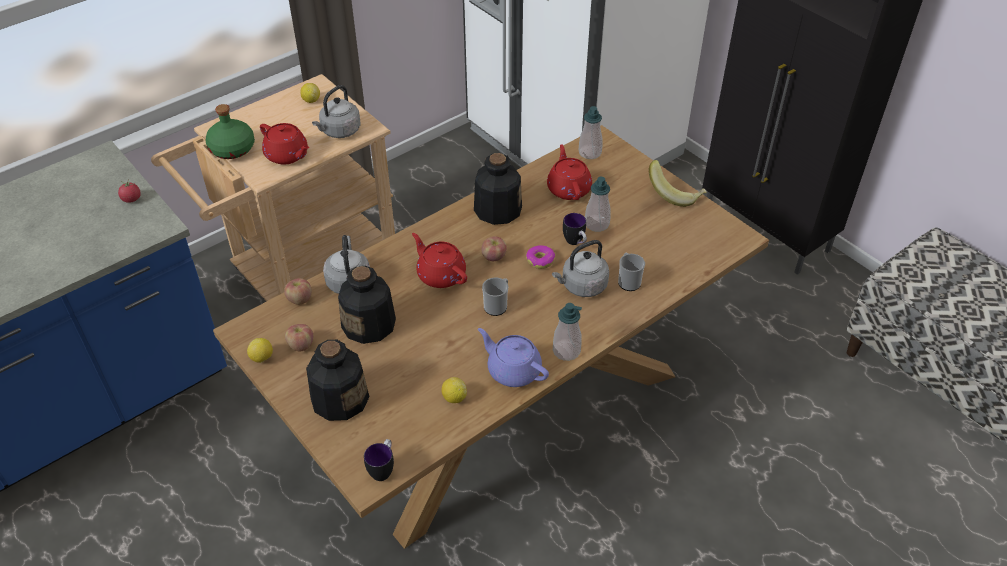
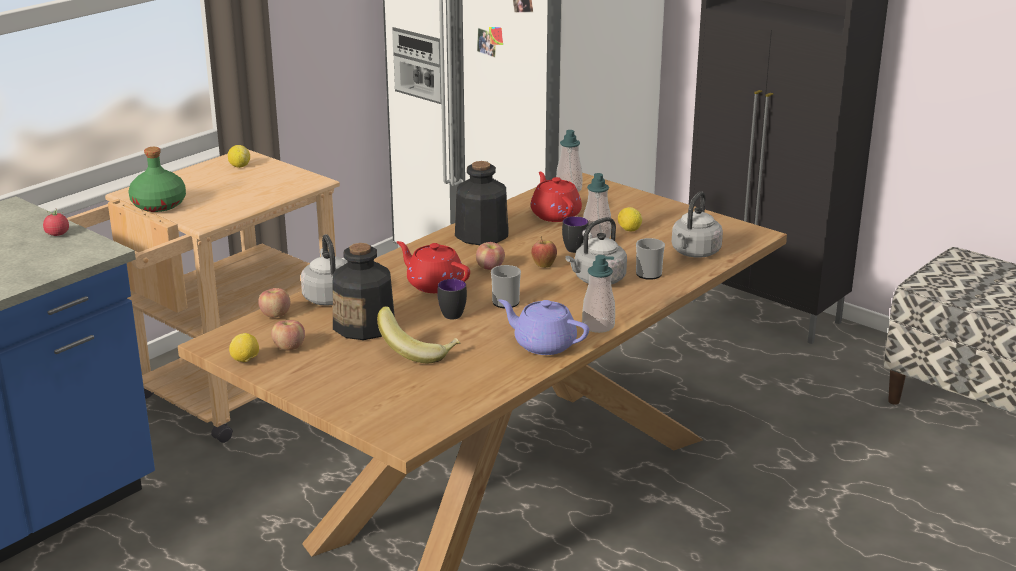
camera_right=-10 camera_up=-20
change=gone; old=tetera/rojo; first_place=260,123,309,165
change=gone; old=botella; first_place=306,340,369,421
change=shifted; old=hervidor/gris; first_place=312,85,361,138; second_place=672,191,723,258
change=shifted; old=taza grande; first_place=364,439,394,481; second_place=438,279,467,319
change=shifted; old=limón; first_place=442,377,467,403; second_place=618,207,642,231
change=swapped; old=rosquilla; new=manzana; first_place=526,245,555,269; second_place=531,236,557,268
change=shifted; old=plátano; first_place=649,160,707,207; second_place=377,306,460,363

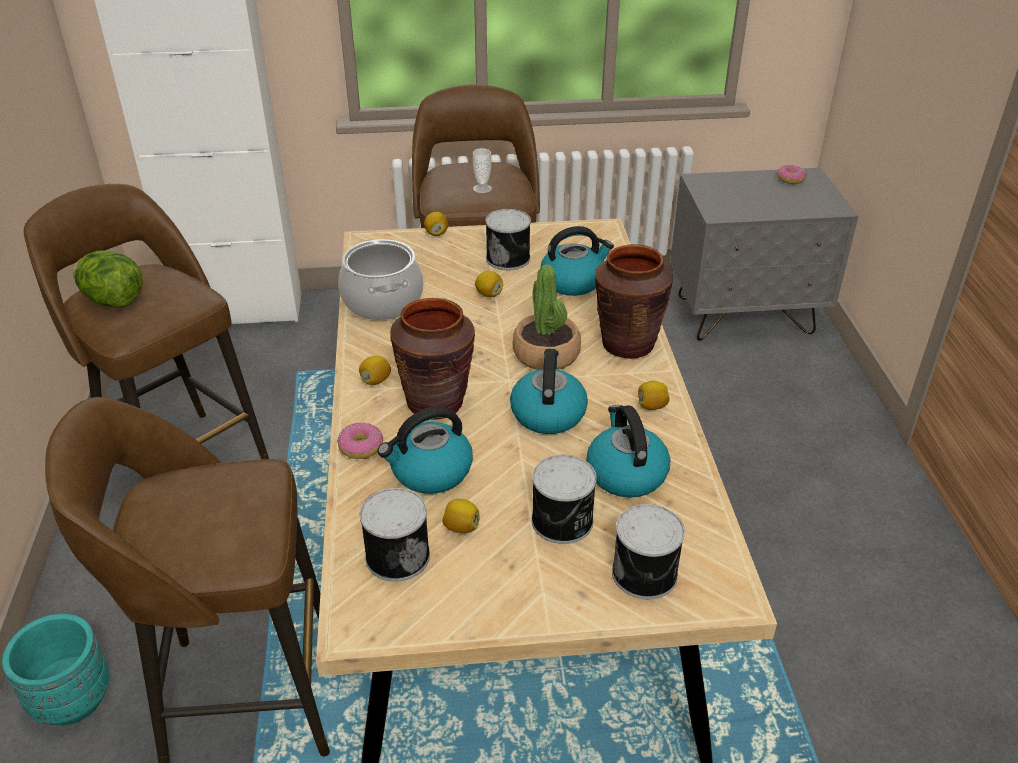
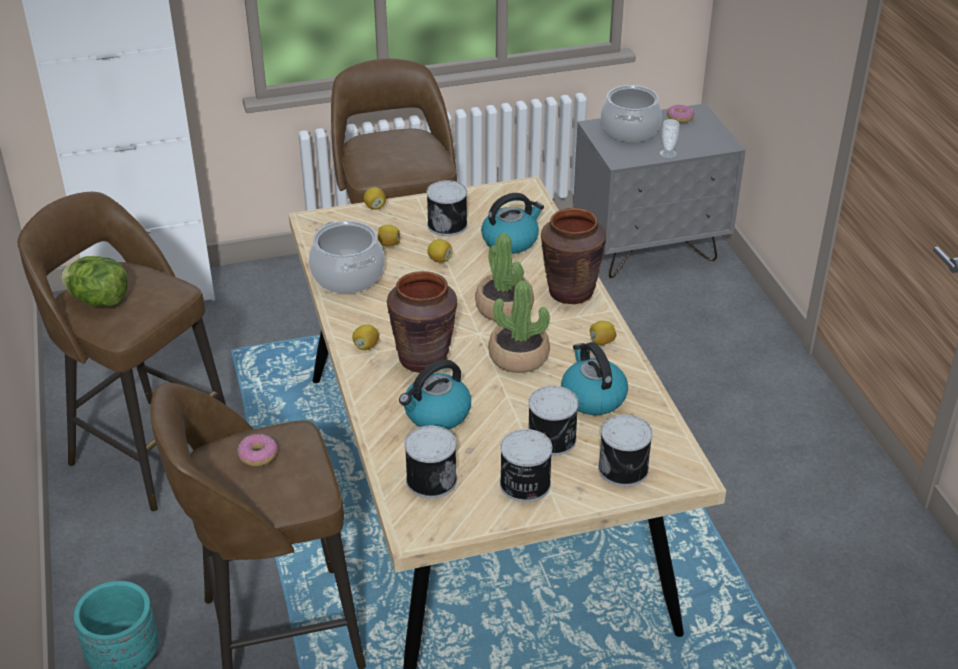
camera_right=-10 camera_up=0
change=shifted; old=rosquilla; first_place=337,423,383,459; second_place=237,434,277,466
change=shifted; old=limón; first_place=442,499,479,533; second_place=377,225,400,246
change=shifted; old=taza; first_place=473,148,492,193; second_place=660,119,679,158
change=swapped; old=hervidor; new=planta en maceta; first_place=510,349,588,434; second_place=488,280,550,373
change=new; new=lata; second_place=500,429,553,502
change=new; new=olla; second_place=601,85,662,142

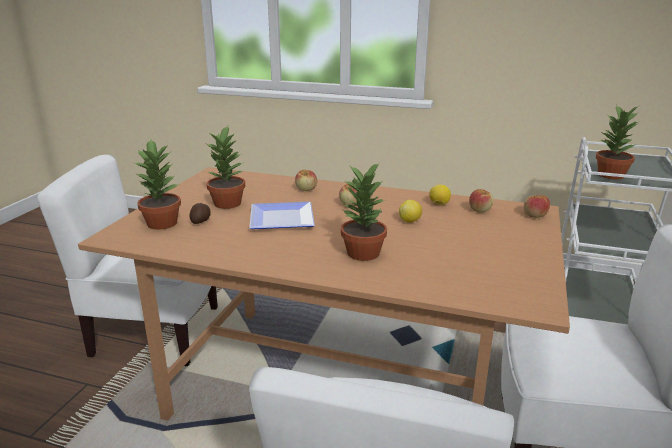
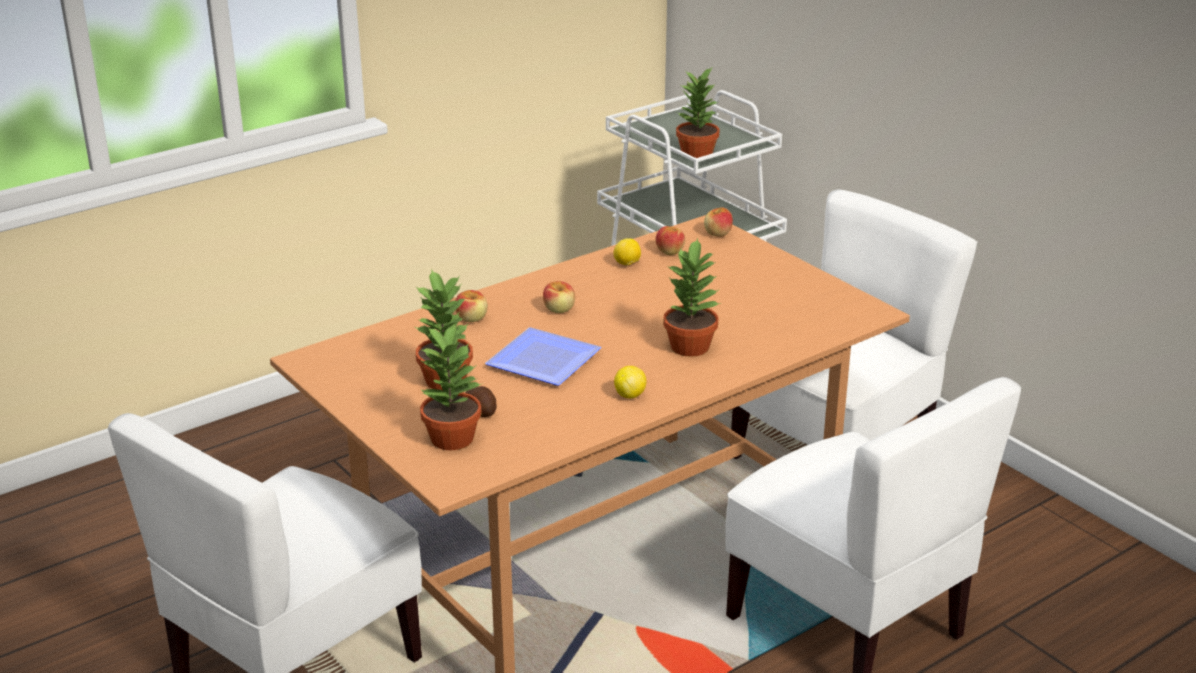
camera_right=-55 camera_up=5
change=shifted; old=limón; first_place=399,200,422,223; second_place=614,366,646,399

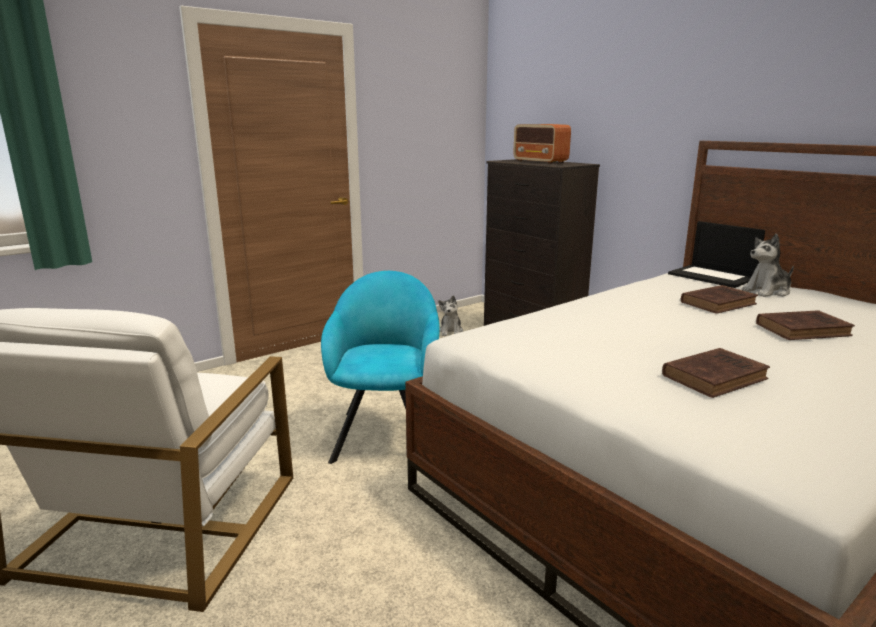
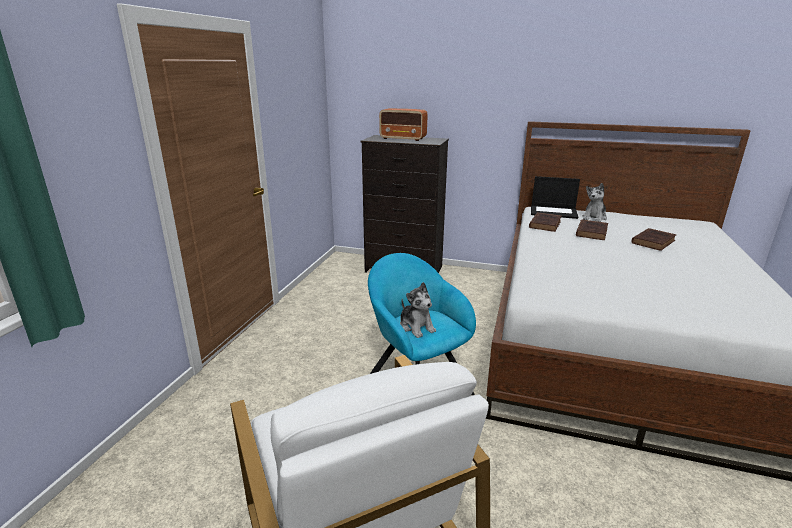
camera_right=-35 camera_up=5
change=shifted; old=peluche; first_place=438,295,463,336; second_place=400,282,436,338
change=shifted; old=libro/marrón; first_place=662,348,770,398; second_place=529,212,561,232

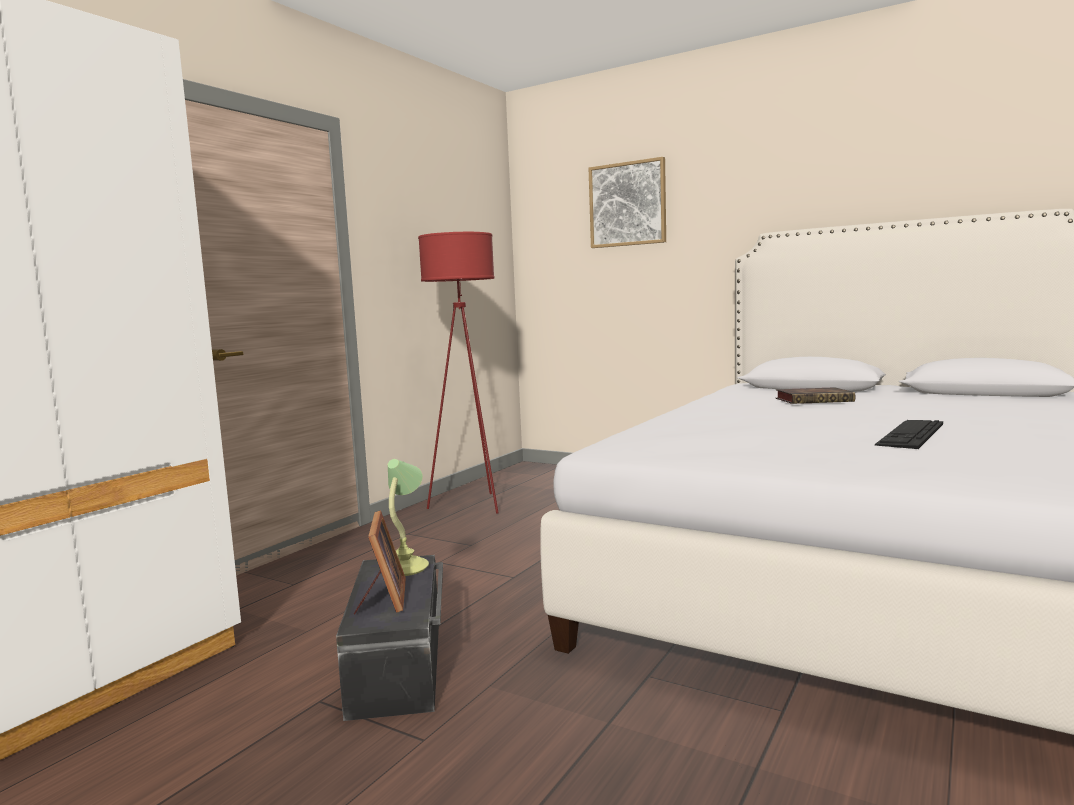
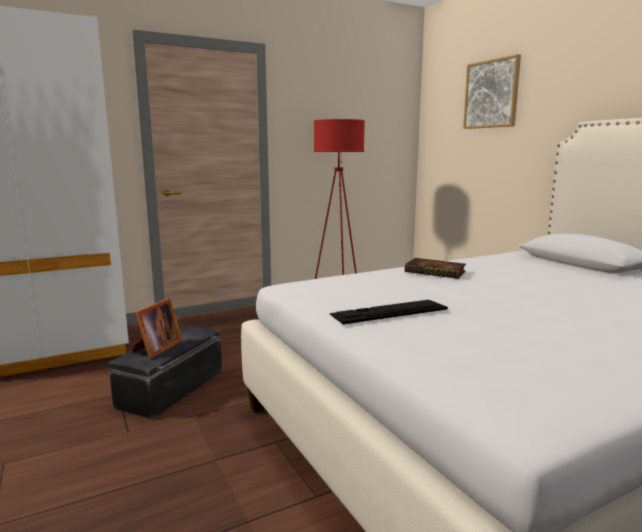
camera_right=30 camera_up=5
change=gone; old=lámpara de mesa; first_place=388,459,429,576
change=shifted; old=libro; first_place=775,387,855,404; second_place=405,258,466,279
change=shifted; old=teclado; first_place=875,420,943,449; second_place=330,300,448,324

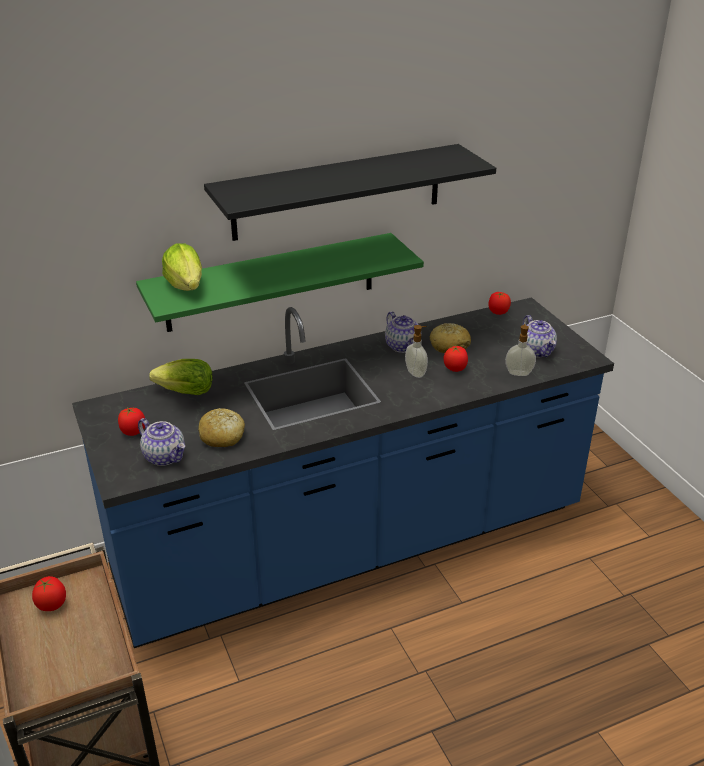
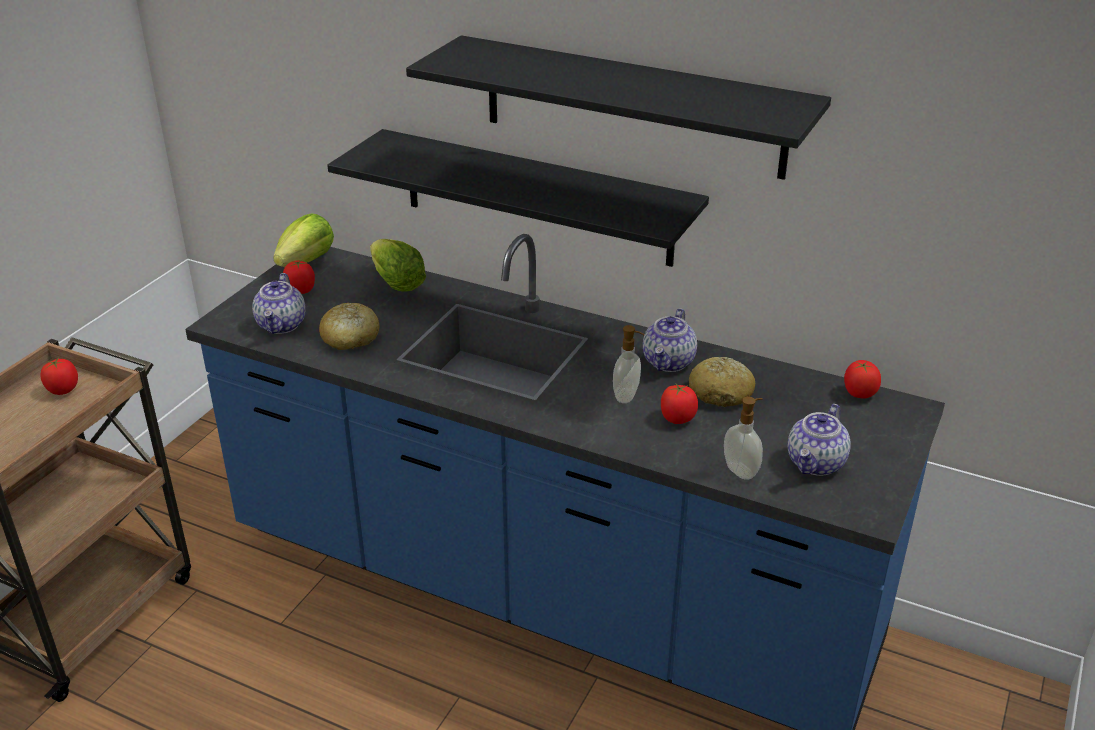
camera_right=50 camera_up=0
change=repainted; old=estante/verde; new=estante/negro; first_place=136,233,424,332; second_place=327,129,709,267
change=shifted; old=lechuga; first_place=162,244,202,291; second_place=273,214,334,267

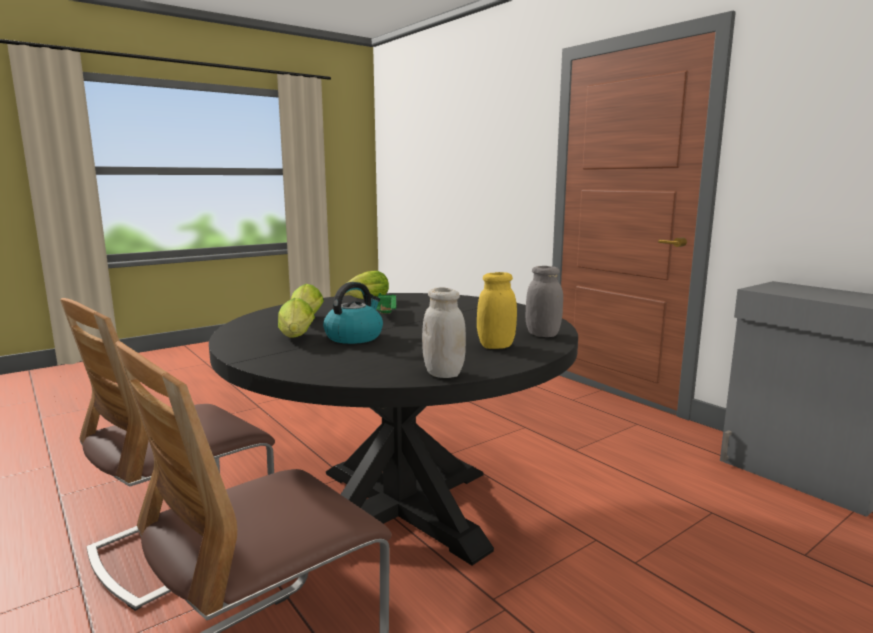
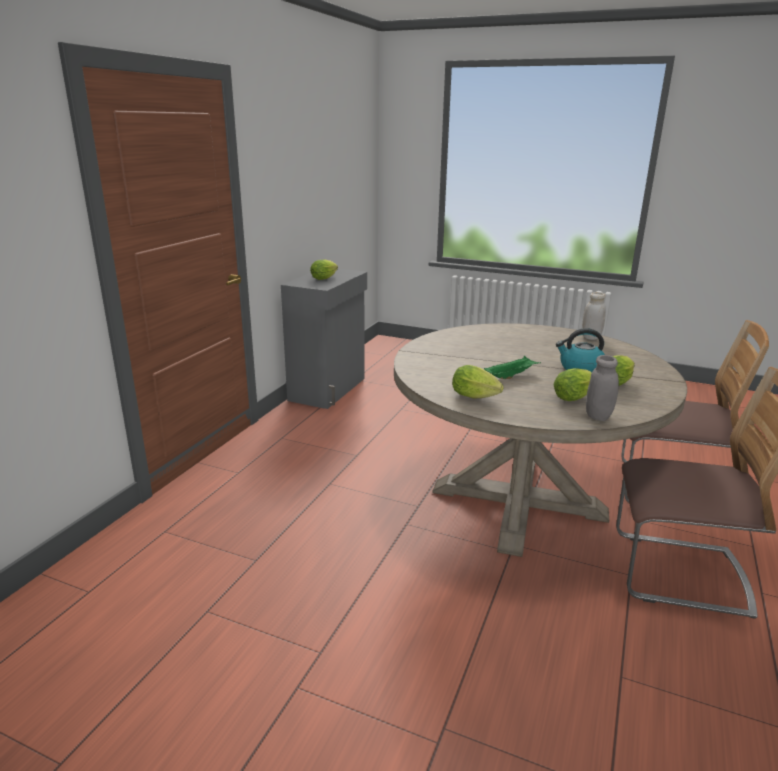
camera_right=-120 camera_up=10
change=repainted; old=mesa de comedor/negro; new=mesa de comedor/beis; first_place=209,293,578,566; second_place=394,323,687,557
change=gone; old=tarro/amarillo; first_place=477,272,517,349
change=shifted; old=tarro/gris; first_place=526,266,563,337; second_place=586,355,619,421
change=new; new=lechuga; second_place=310,259,338,280

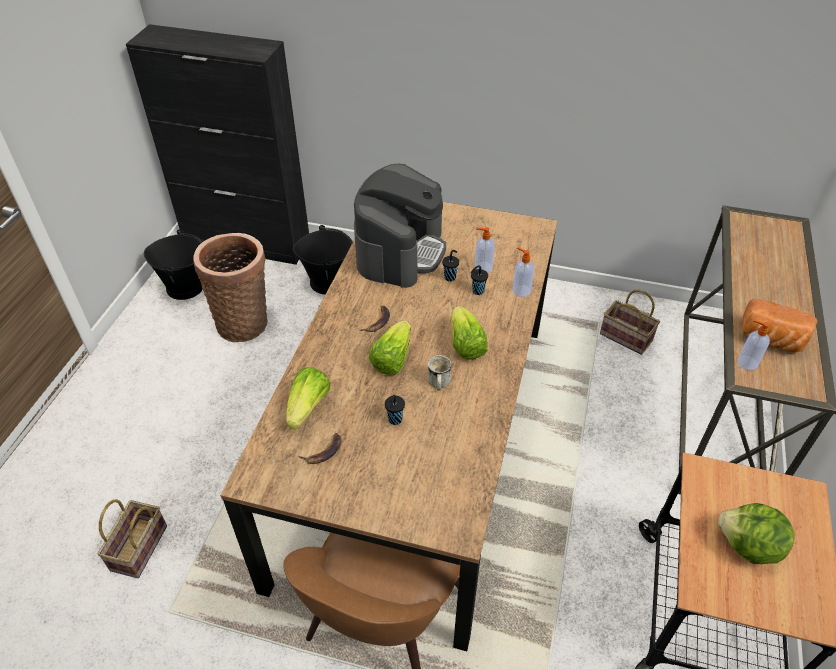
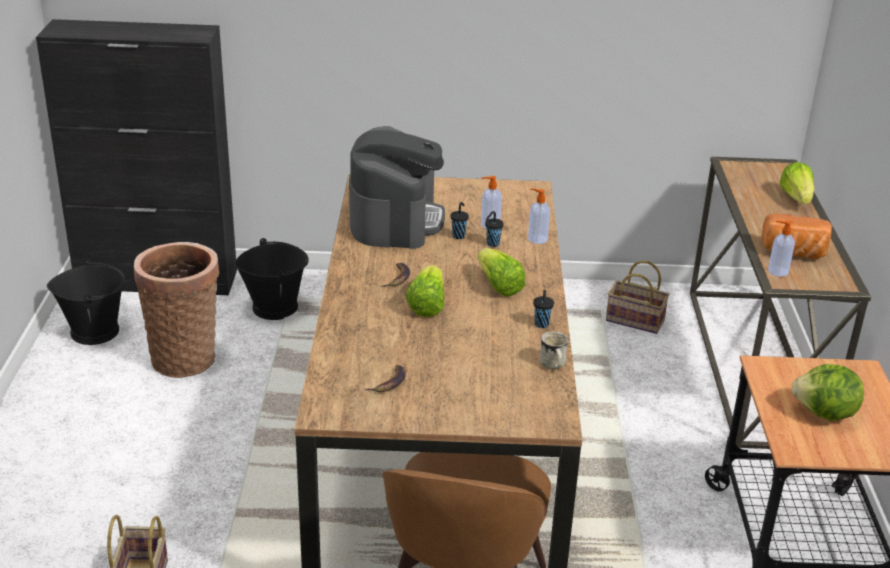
camera_right=-15 camera_up=-15
change=shifted; old=lechuga; first_place=286,367,330,430; second_place=780,162,815,204
change=shifted; old=taza/negro; first_place=385,395,405,425; second_place=533,290,554,328
change=shifted; old=taza grande/blanco; first_place=427,355,451,390; second_place=539,331,568,369

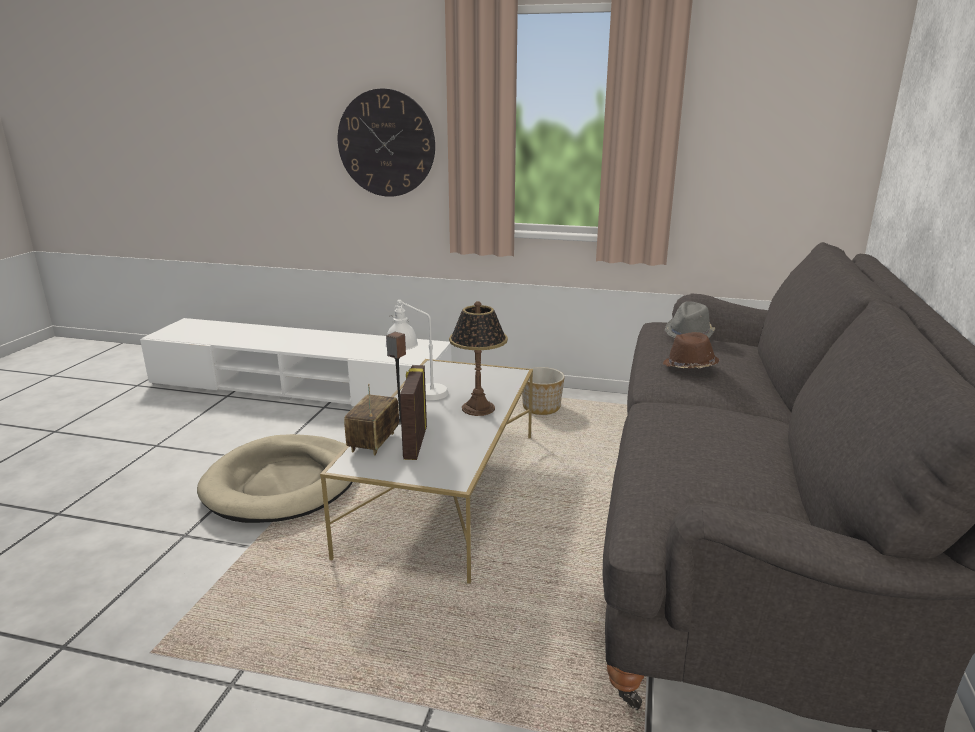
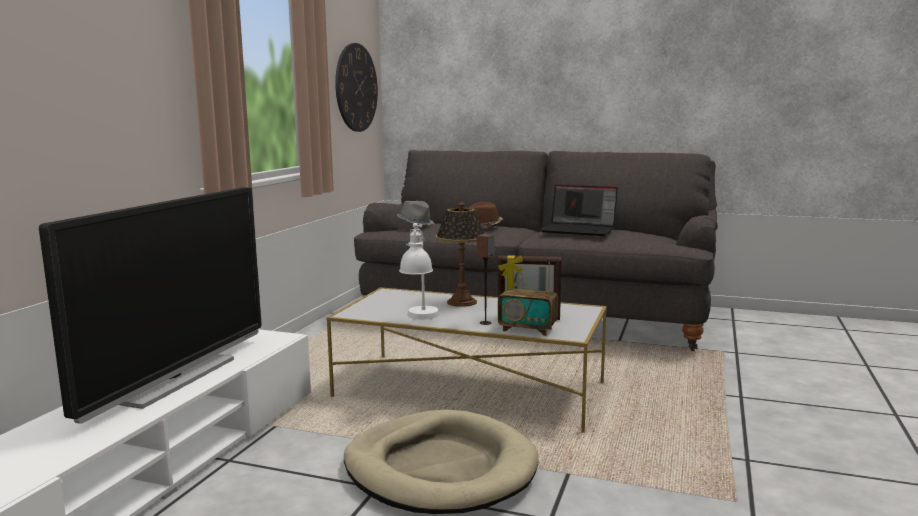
camera_right=-85 camera_up=-10
change=shifted; old=reloj de pared; first_place=338,88,435,197; second_place=335,43,378,132
change=gone; old=maceta; first_place=522,367,565,415
change=new; new=televisor; second_place=39,187,262,424
change=new; new=portátil; second_place=541,185,618,236

